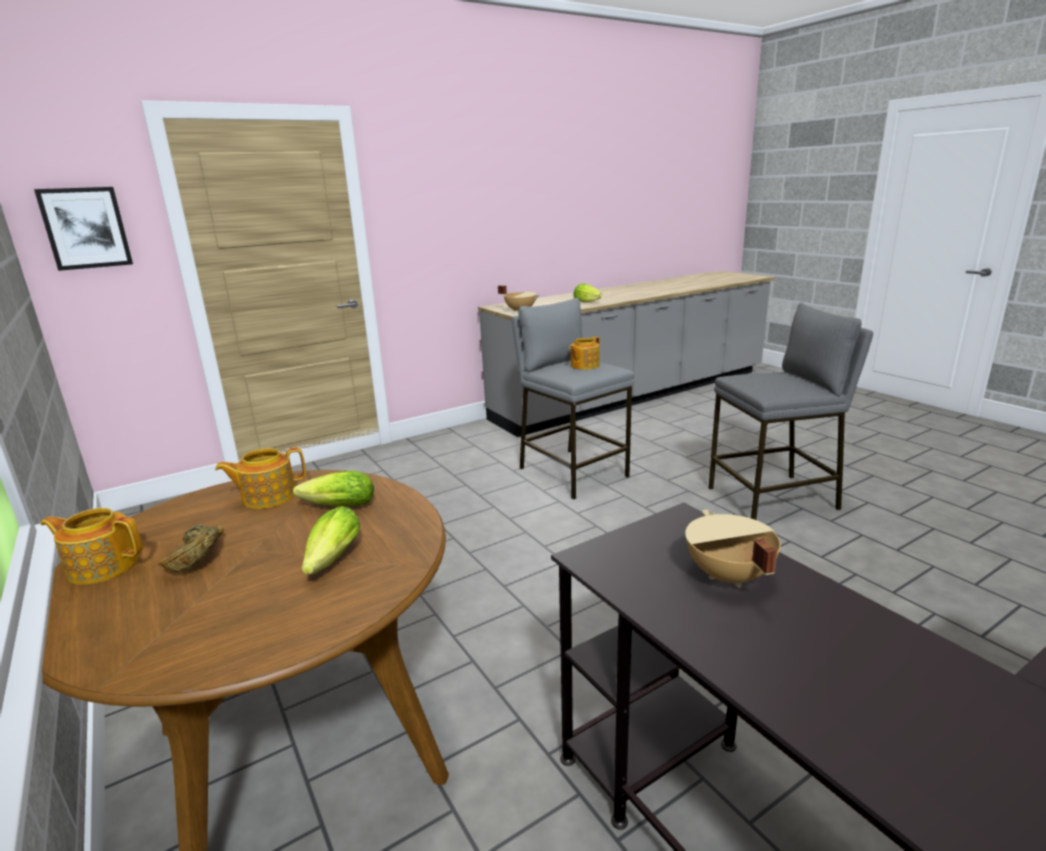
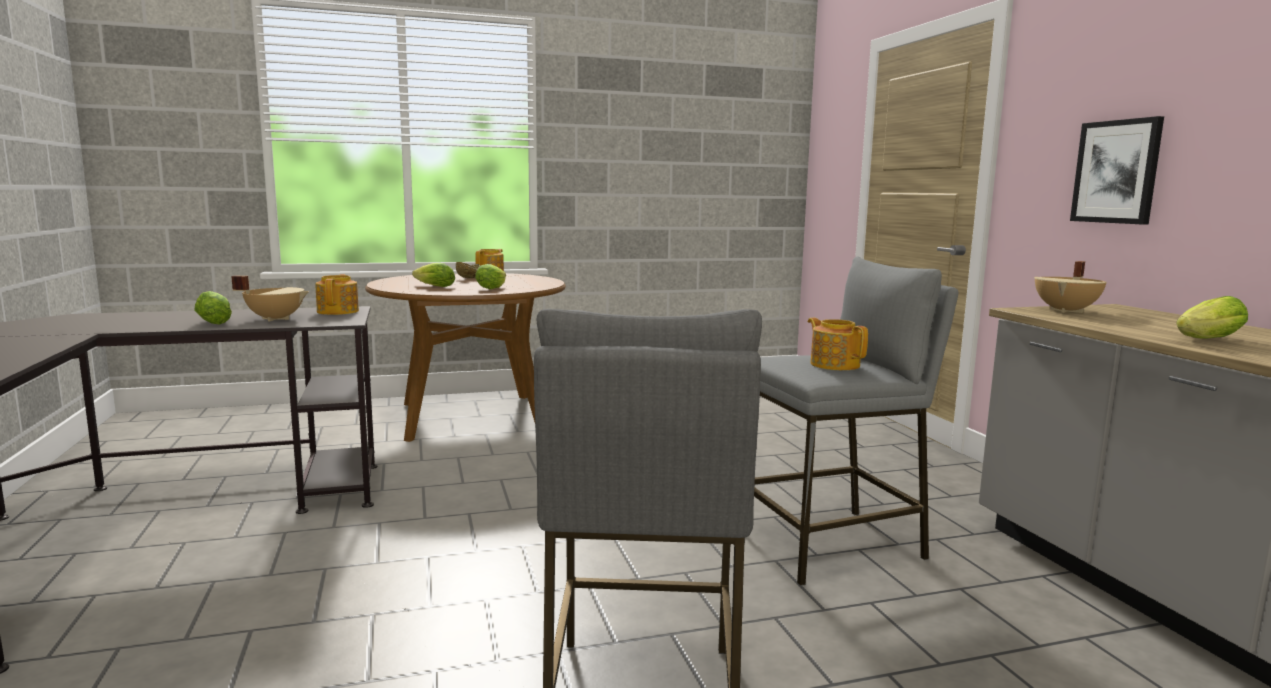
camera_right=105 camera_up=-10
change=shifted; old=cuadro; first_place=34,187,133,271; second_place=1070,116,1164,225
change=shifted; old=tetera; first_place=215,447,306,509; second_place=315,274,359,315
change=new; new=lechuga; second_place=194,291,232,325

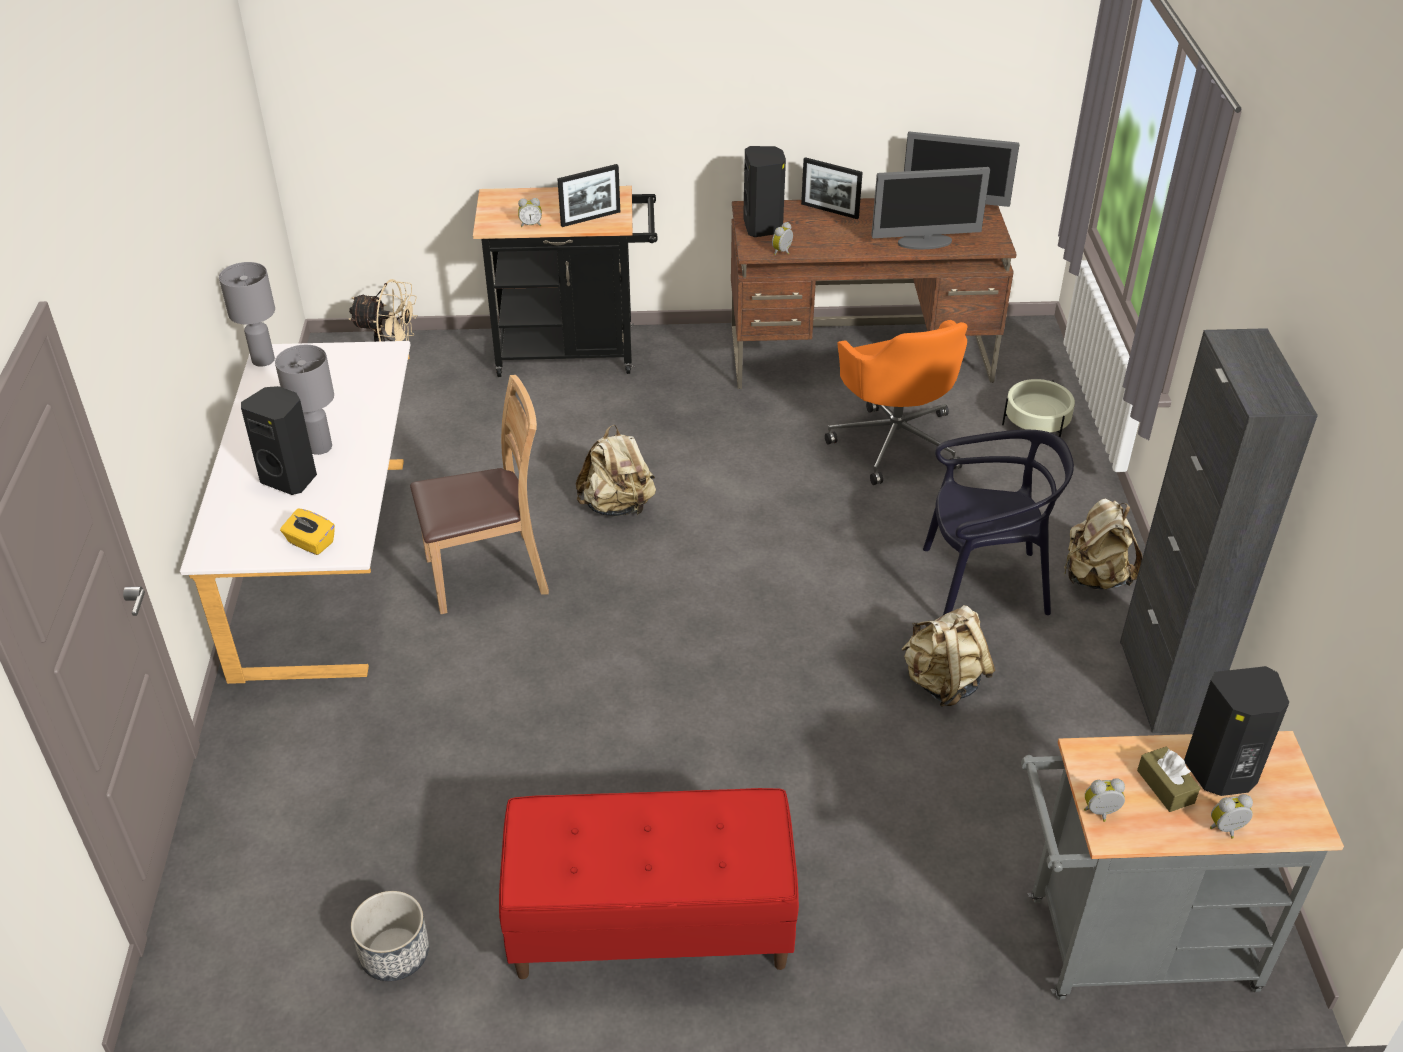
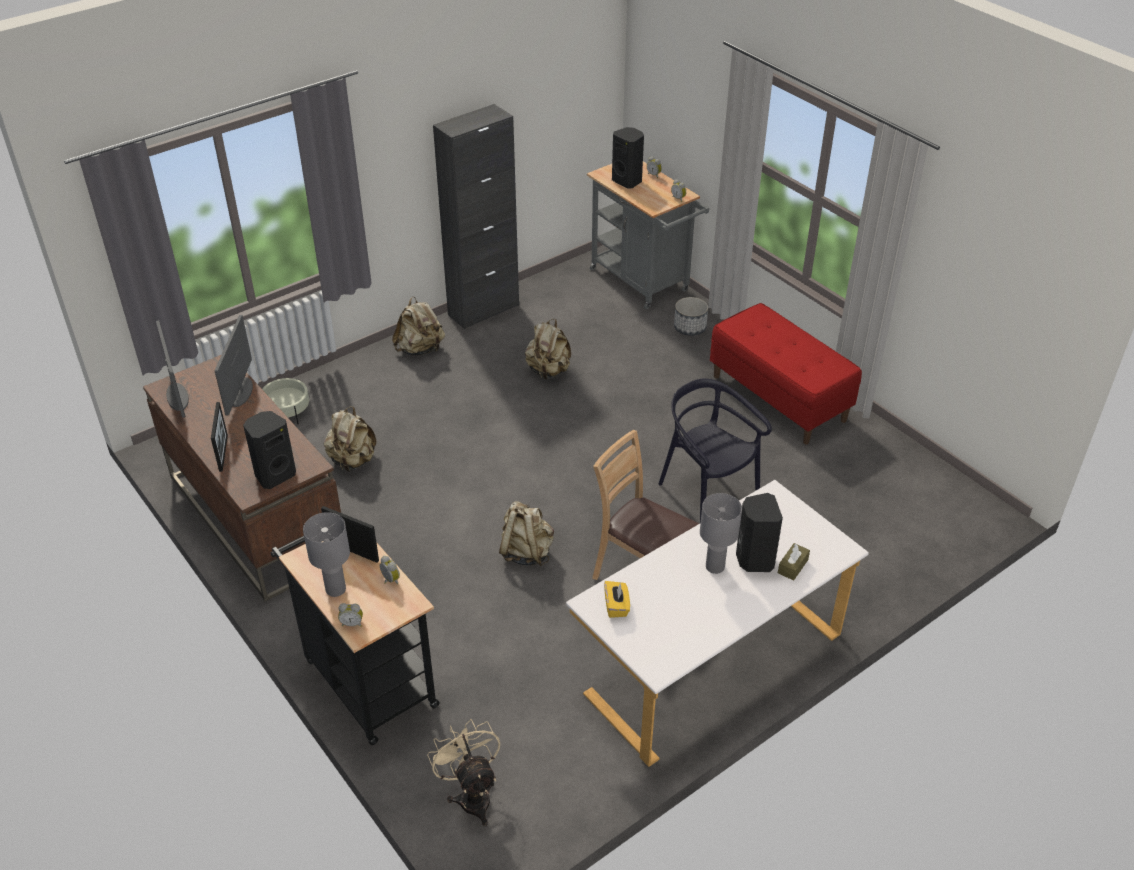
camera_right=-125 camera_up=0
change=shifted; old=lámpara de mesa/gris; first_place=219,262,275,367; second_place=303,512,350,597
change=shifted; old=caja de pañuelos/amarillo; first_place=280,509,335,555; second_place=604,581,630,618
change=shifted; old=maceta; first_place=351,891,429,981; second_place=674,297,708,336
change=shifted; old=despertador; first_place=772,222,793,255; second_place=338,603,363,627
change=swapped; old=silla de oficina/naranja; new=mochila/beis; first_place=825,320,967,485; second_place=324,407,376,472
change=rotated; old=monitor; first_place=871,167,990,249; second_place=215,315,253,415; degrees=-135
change=shifted; old=silla/negro; first_place=923,430,1074,615; second_place=658,379,772,523
change=shifted; old=caja de pañuelos/marrón; first_place=1137,746,1200,812; second_place=778,543,810,580

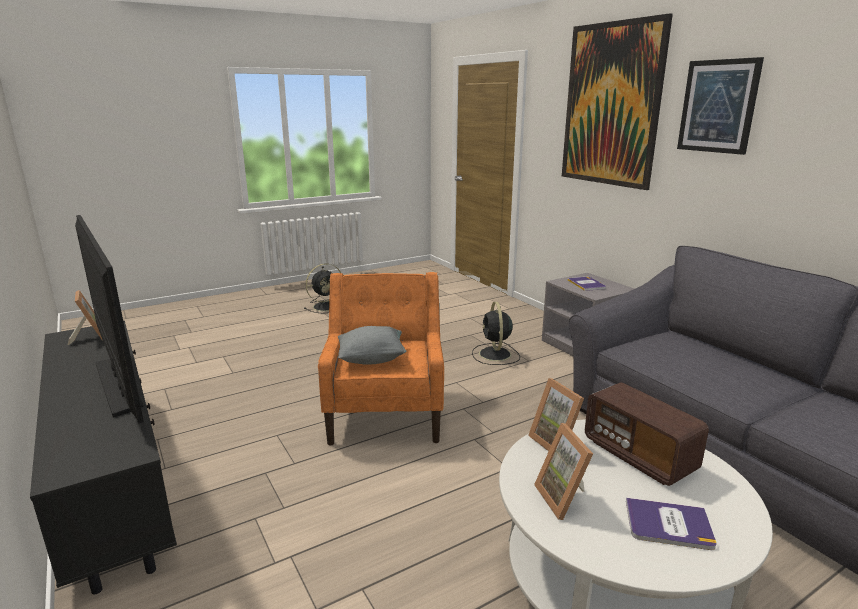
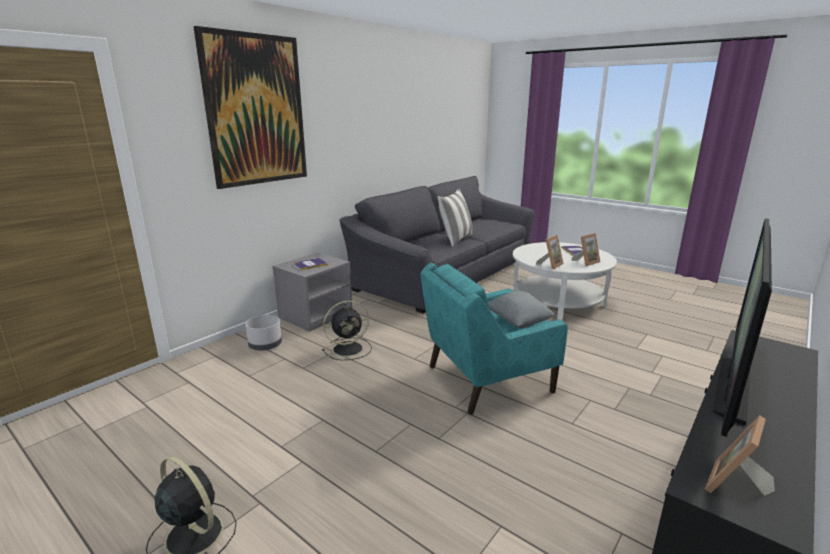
camera_right=-110 camera_up=0
change=repainted; old=sillón/naranja; new=sillón/turquesa; first_place=318,272,444,446; second_place=421,263,568,415
change=gone; old=radio; first_place=585,382,709,486
change=gone; old=cuadro; first_place=677,57,764,155
change=new; new=maceta/gris; second_place=245,315,282,351
change=new; new=cojín; second_place=437,188,473,247

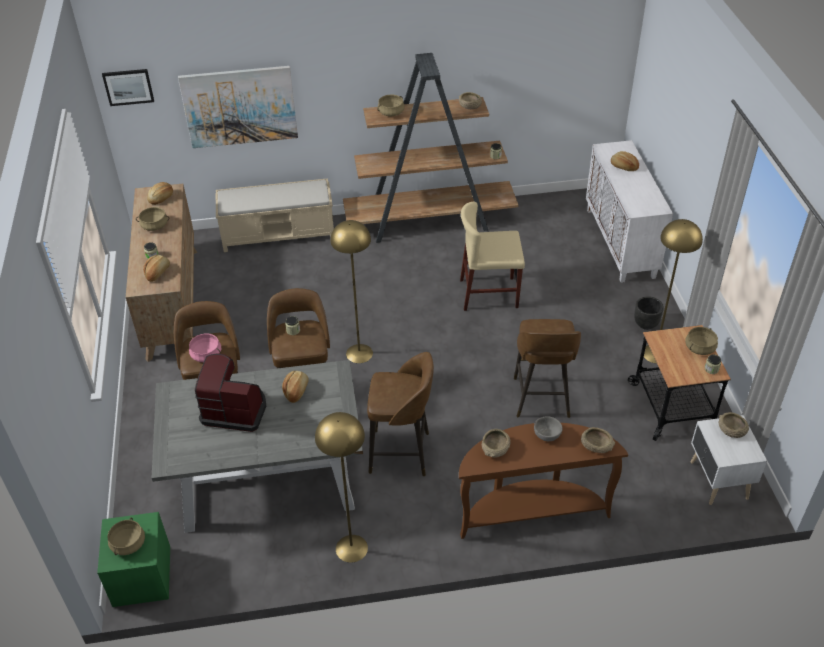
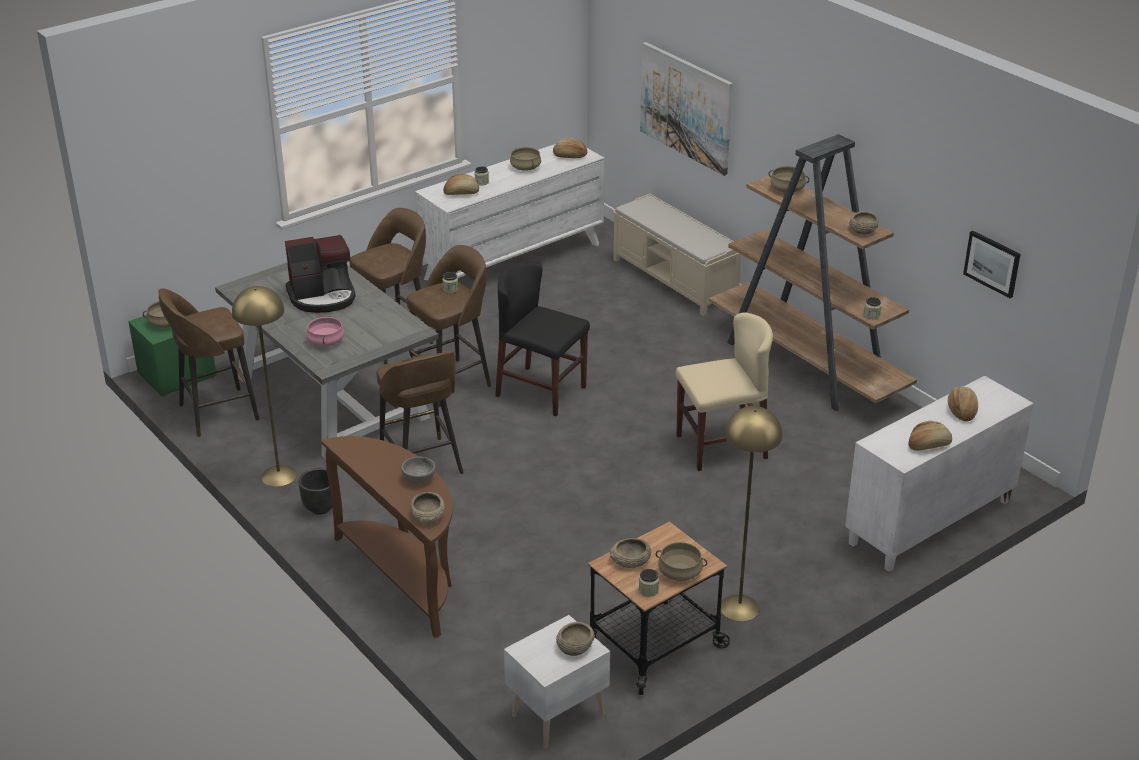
camera_right=60 camera_up=-10
change=shifted; old=cuadro; first_place=102,69,154,106; second_place=963,231,1021,298
change=repainted; old=cómoda/marrón; new=cómoda/blanco; first_place=126,184,197,362; second_place=415,143,605,280
change=shifted; old=olla/rosa; first_place=189,333,222,362; second_place=307,317,344,347
change=rotated; old=cafetera; first_place=195,353,266,432; second_place=285,235,355,313; degrees=90
change=shifted; old=pan; first_place=282,371,309,403; second_place=908,421,952,451
change=swapped; old=lámpara de pie/amarillo; new=silla/negro; first_place=330,220,373,363; second_place=495,261,590,416
change=rotated; old=silla/beis; first_place=460,202,525,311; second_place=676,312,773,471; degrees=105
change=shifted; old=cuenco/beis; first_place=482,429,510,457; second_place=610,538,651,568
change=shifted; old=taburete/marrón; first_place=514,319,581,418; second_place=159,288,259,437
change=shifted; old=maceta/negro; first_place=634,296,664,330; second_place=298,468,332,515

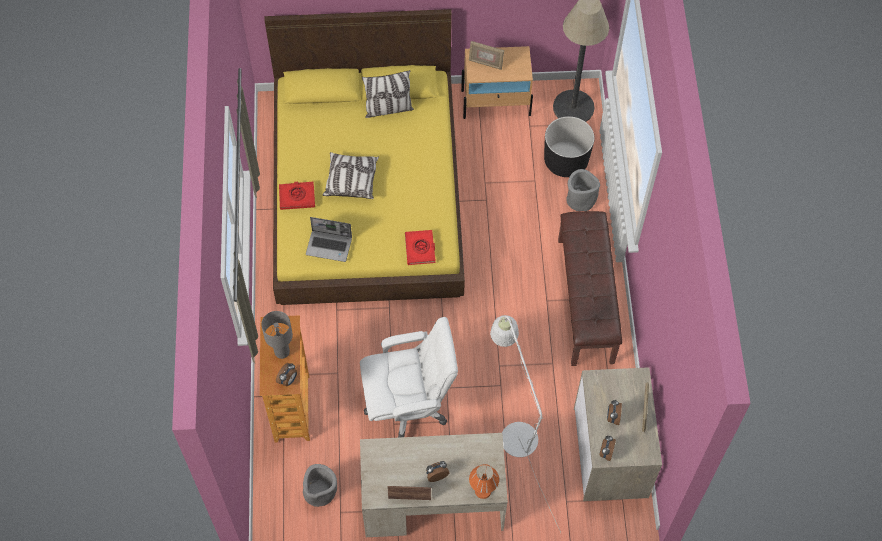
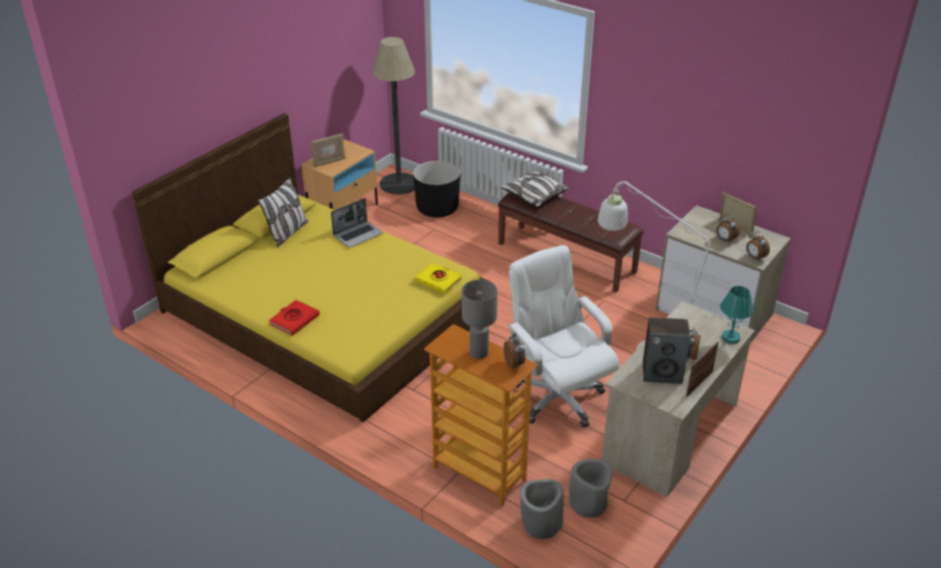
camera_right=-50 camera_up=-25
change=shifted; old=portátil; first_place=306,217,352,262; second_place=331,198,383,248
change=shifted; old=cojín; first_place=323,152,379,199; second_place=501,170,569,208
change=rotated; old=silla de oficina/blanco; first_place=360,317,458,438; second_place=508,245,619,428; degrees=-60
change=repainted; old=libro/rojo; new=libro/amarillo; first_place=405,230,436,265; second_place=414,263,462,294
change=repainted; old=lámpara de mesa/naranja; new=lámpara de mesa/turquesa; first_place=469,464,499,499; second_place=720,286,754,344
change=shifted; old=maceta/gris; first_place=566,169,600,211; second_place=520,479,564,539
change=new; new=altavoz; second_place=643,317,691,384

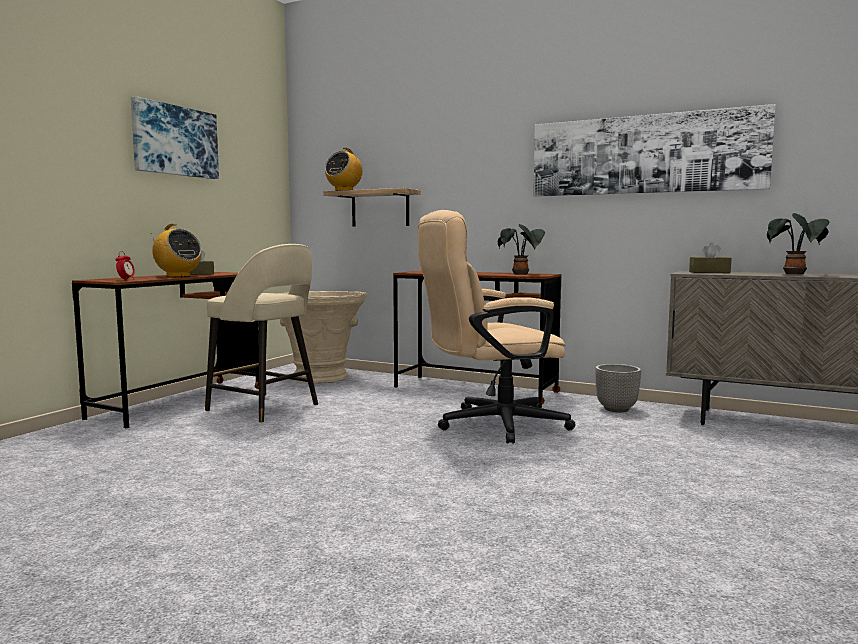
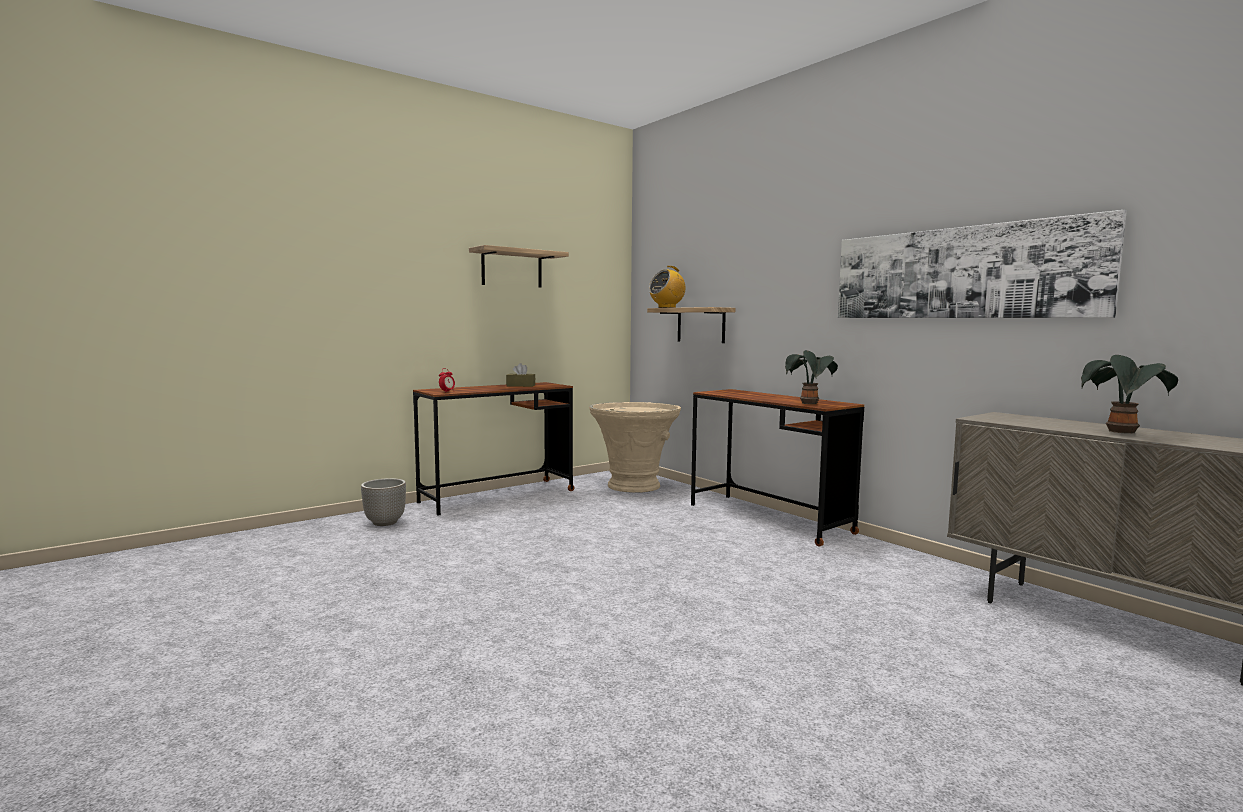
camera_right=25 camera_up=0
change=swapped; old=cuadro; new=estante; first_place=131,96,219,179; second_place=469,245,569,288
change=gone; old=radio; first_place=150,224,202,277
change=gone; old=taburete/beis; first_place=205,244,318,423
change=gone; old=silla de oficina/beis; first_place=418,210,576,444
change=shifted; old=maceta; first_place=595,364,641,412; second_place=361,478,406,526
change=gone; old=caja de pañuelos/marrón; first_place=689,243,732,273

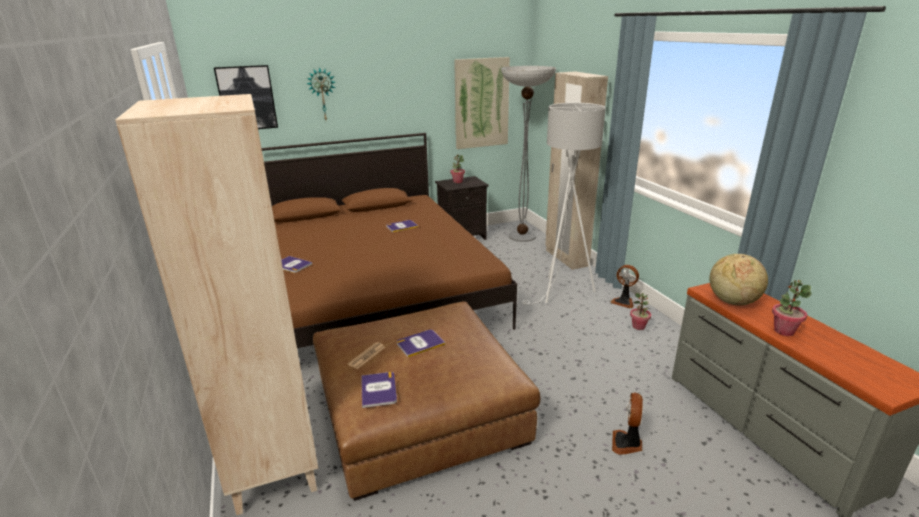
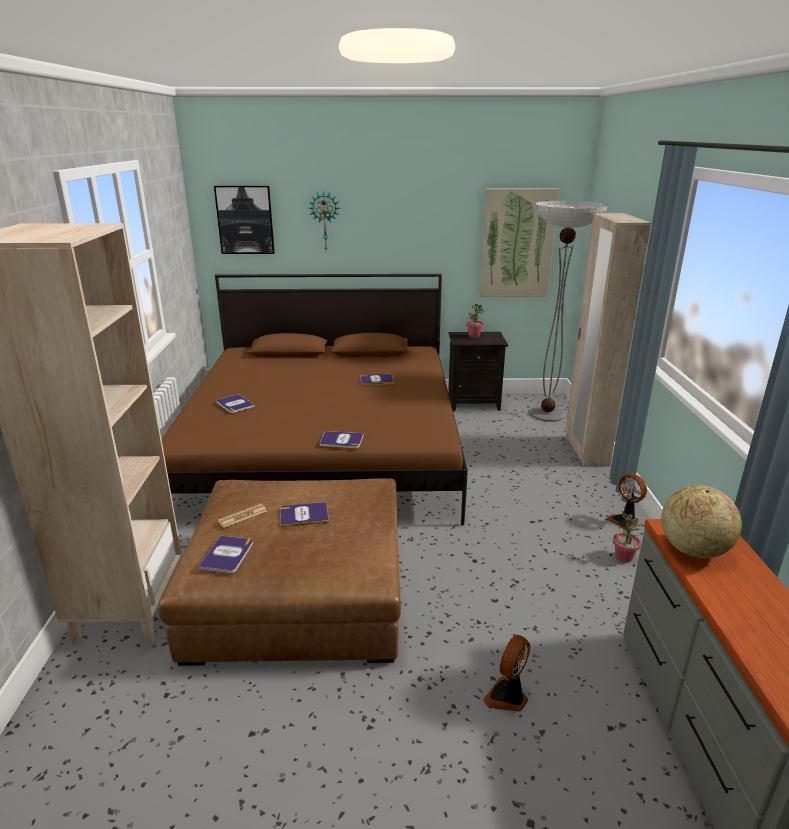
camera_right=20 camera_up=0
change=gone; old=lámpara de pie/blanco; first_place=522,103,606,304
change=gone; old=planta en maceta; first_place=772,280,811,336
change=new; new=libro; second_place=320,431,364,448

